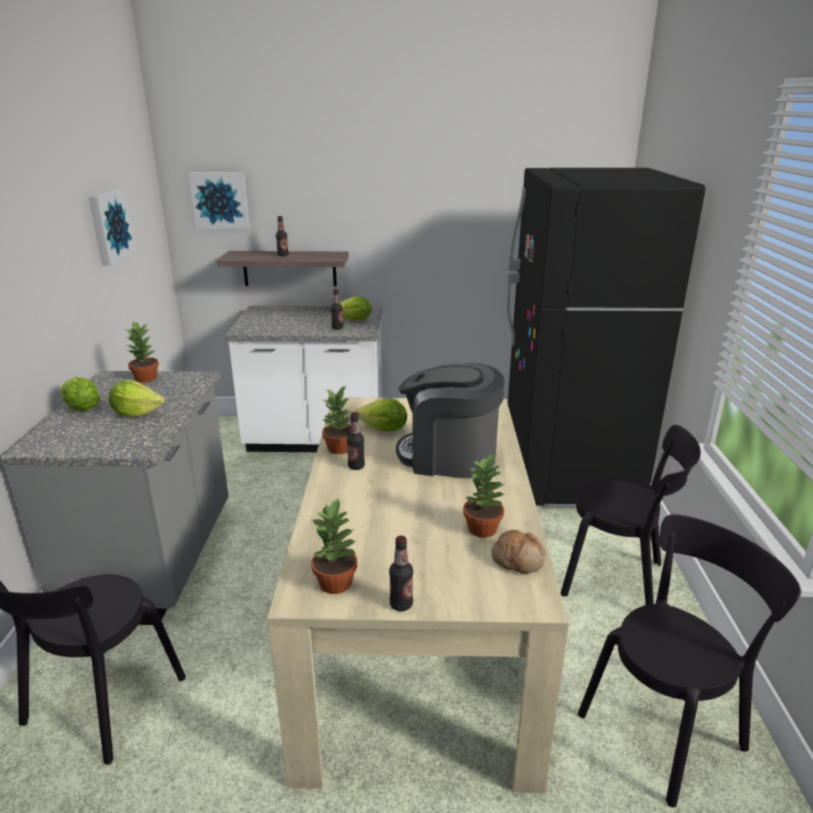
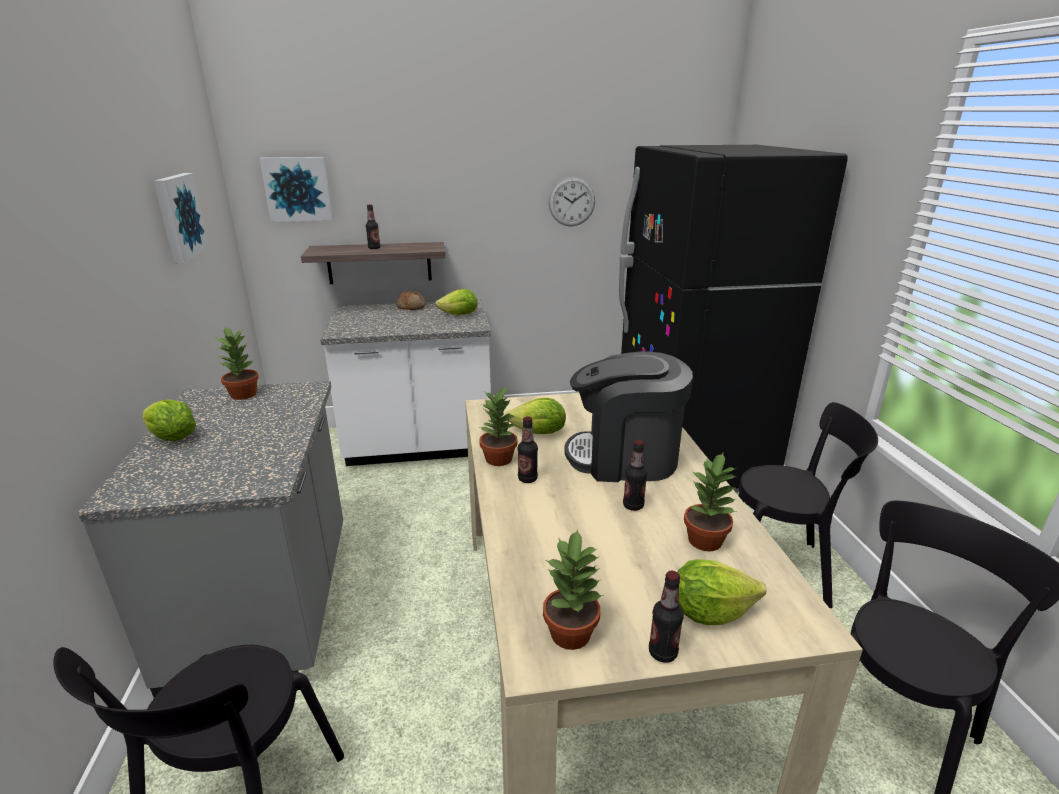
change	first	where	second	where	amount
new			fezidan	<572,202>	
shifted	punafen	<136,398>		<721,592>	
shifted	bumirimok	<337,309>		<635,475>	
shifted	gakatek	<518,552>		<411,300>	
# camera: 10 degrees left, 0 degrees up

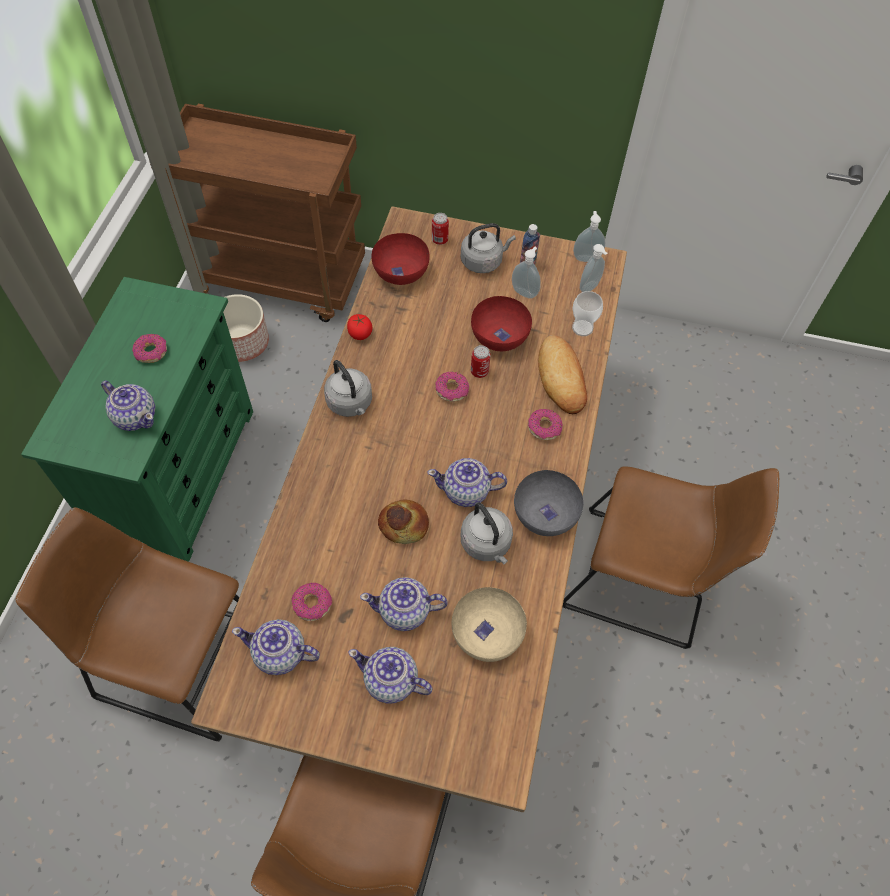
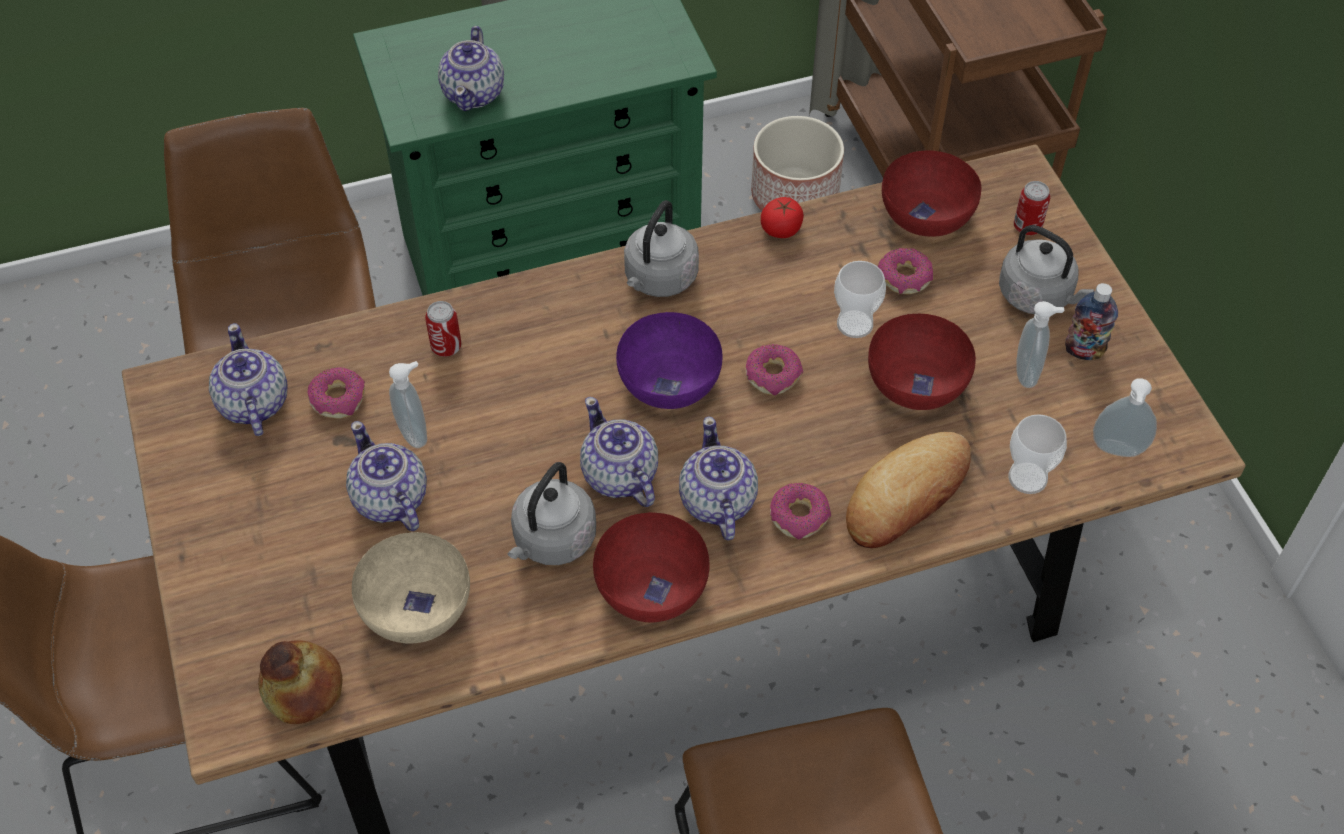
change	first	where	second	where	amount
new			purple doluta	<669,360>	
new			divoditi	<860,299>	
shifted	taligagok	<149,348>		<905,271>	
shifted	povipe	<390,675>		<718,478>	
shifted	gakatek	<403,521>		<300,682>	
shifted	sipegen	<481,361>		<443,329>	
shifted	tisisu	<589,236>		<408,404>	
repainted	grey doluta	<548,503>	red doluta	<651,567>	
# camera: 60 degrees right, 5 degrees down

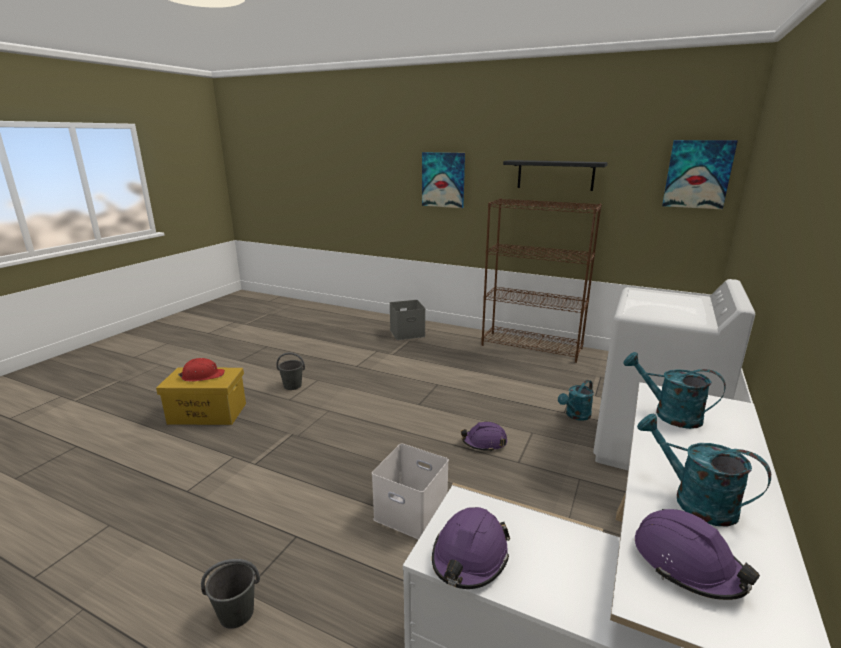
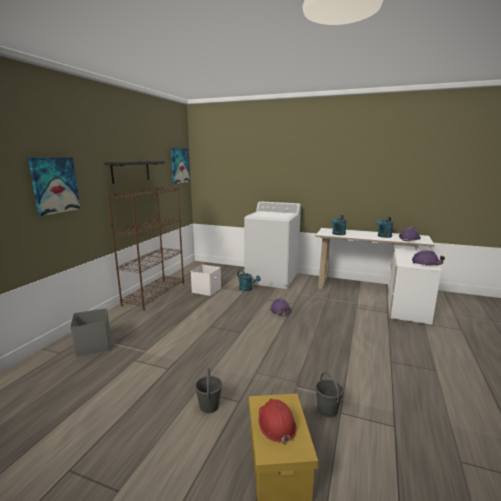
change	first	where	second	where	amount
shifted	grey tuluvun	<230,594>		<329,394>	
shifted	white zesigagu	<410,491>		<206,280>	
# camera: 95 degrees left, 5 degrees down

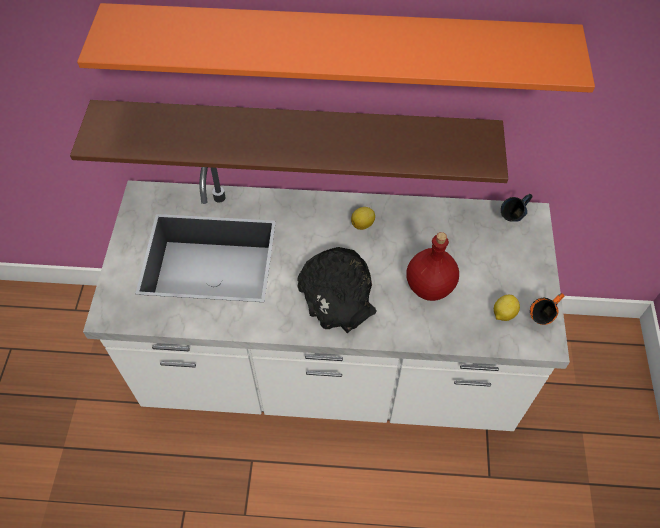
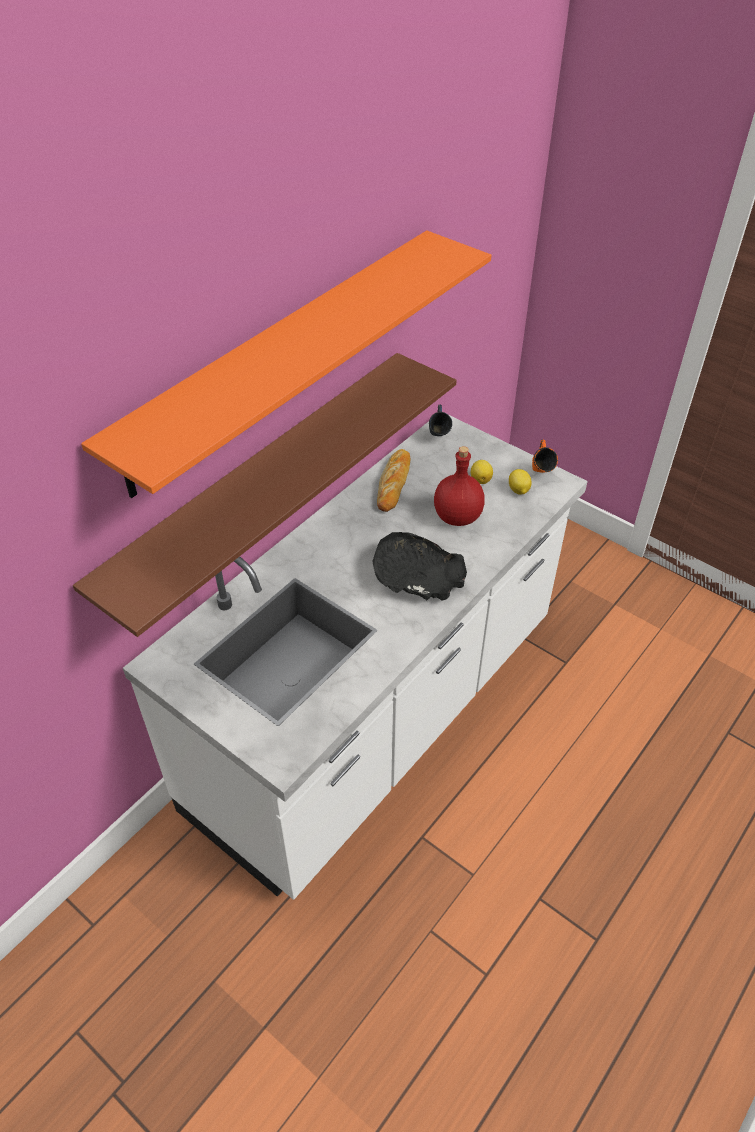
change	first	where	second	where	amount
new			gakatek	<394,480>	
shifted	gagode	<363,218>		<482,472>	
# camera: 55 degrees left, 10 degrees down

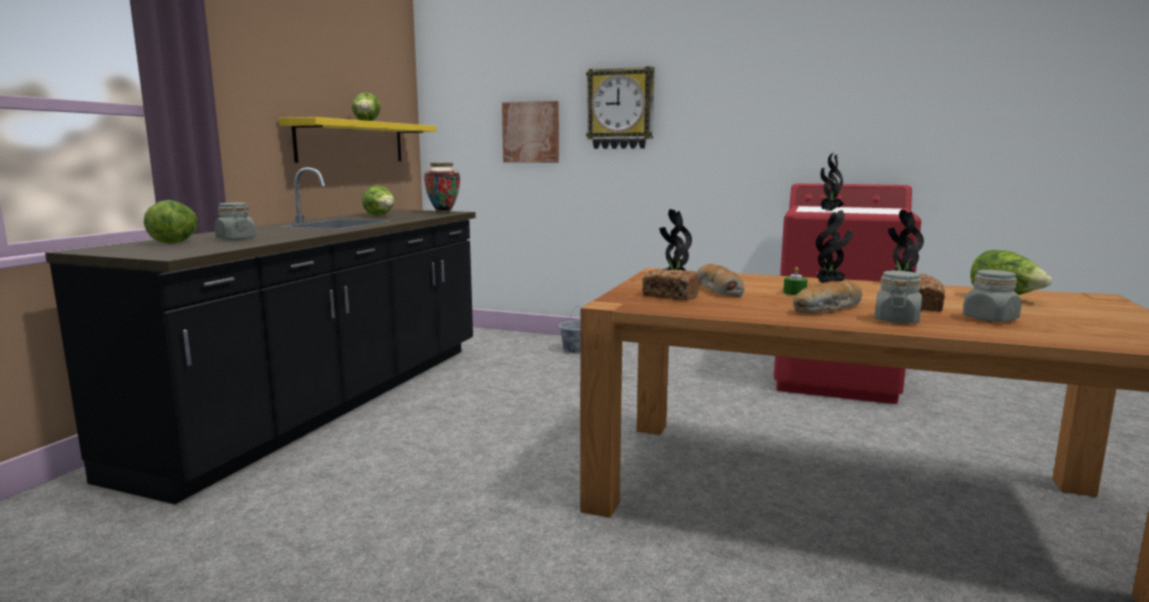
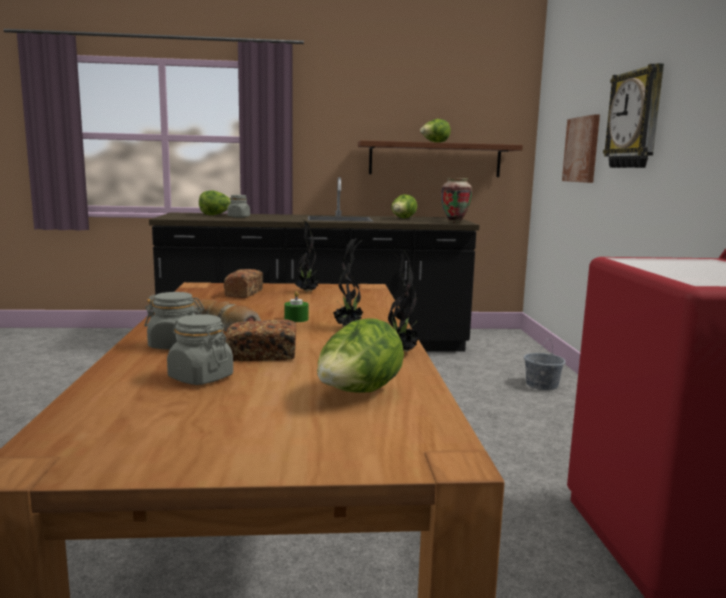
change	first	where	second	where	amount
gone	gakatek	<721,280>			
gone	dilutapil	<832,182>			
repainted	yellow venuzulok	<357,140>	brown venuzulok	<440,158>	
# camera: 65 degrees right, 0 degrees up

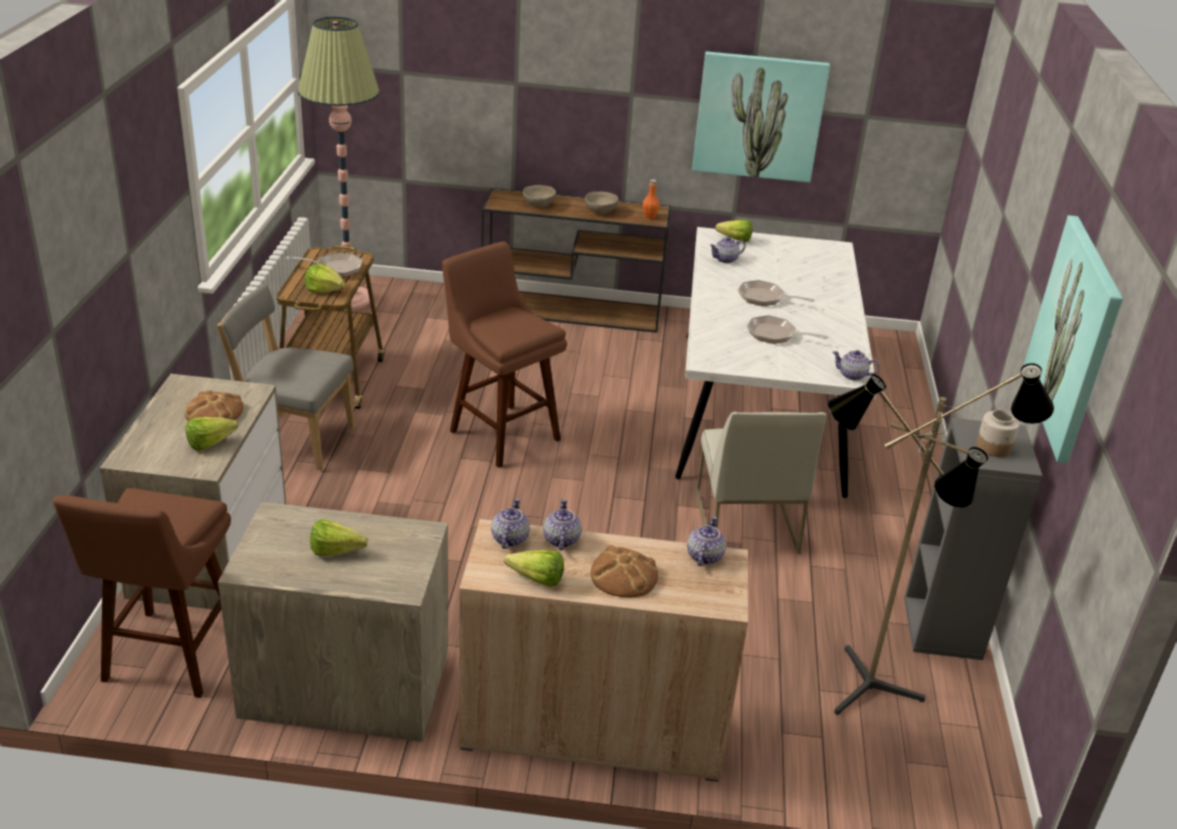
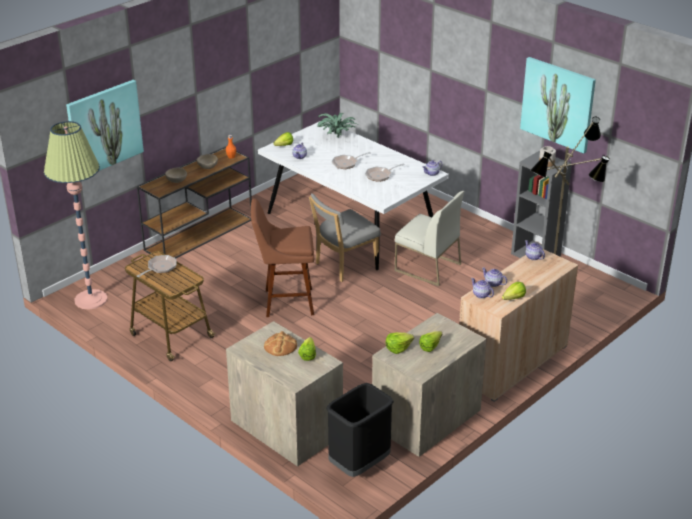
change	first	where	second	where	amount
gone	gakatek	<624,571>			
new			dilutapil	<336,125>	
shifted	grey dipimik	<286,377>		<345,237>	
shifted	punafen	<325,278>		<400,343>	
shifted	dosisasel	<761,116>		<105,125>	
swapped	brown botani	<142,593>	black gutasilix	<360,430>	
# camera: 50 degrees left, 0 degrees up

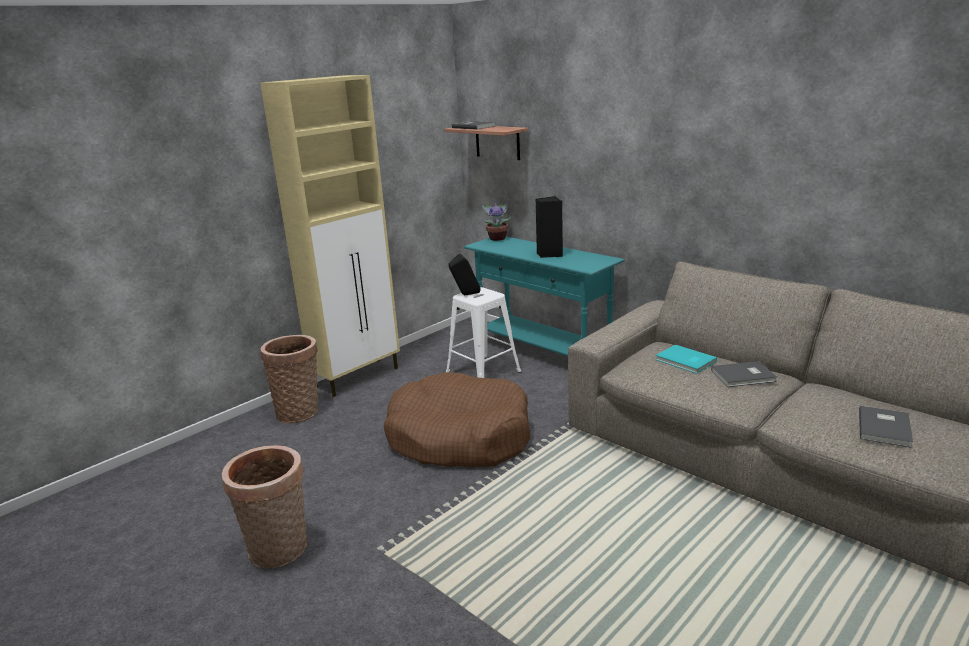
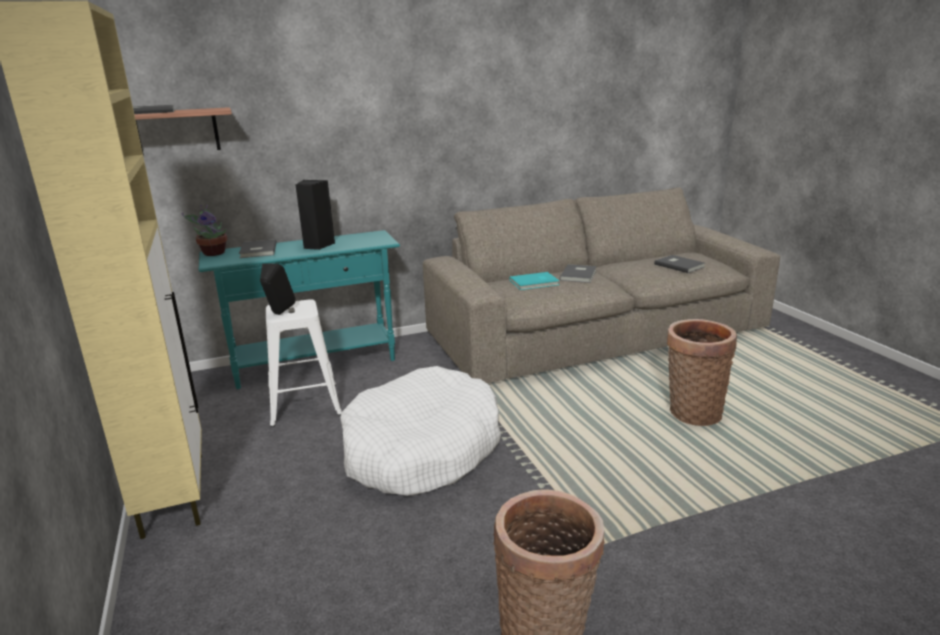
change	first	where	second	where	amount
new			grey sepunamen	<258,248>	
shifted	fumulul	<289,379>		<702,372>	
repainted	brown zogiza	<457,419>	white zogiza	<420,431>	
# camera: 65 degrees left, 0 degrees up

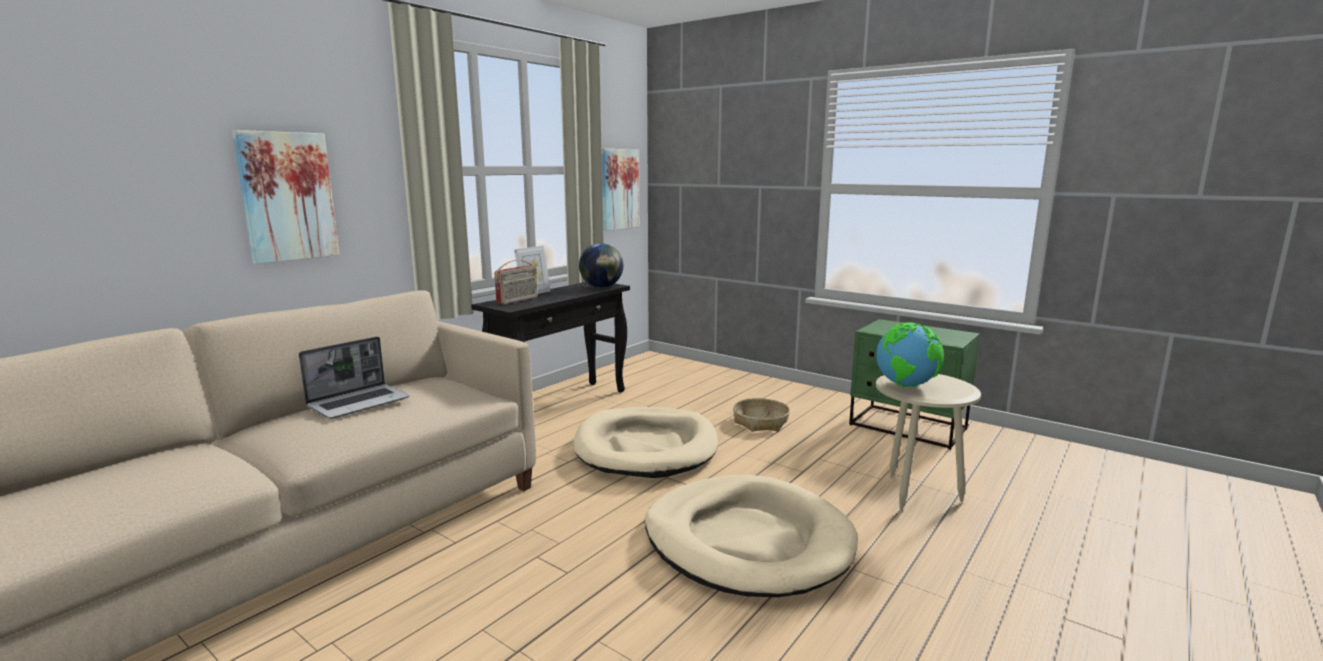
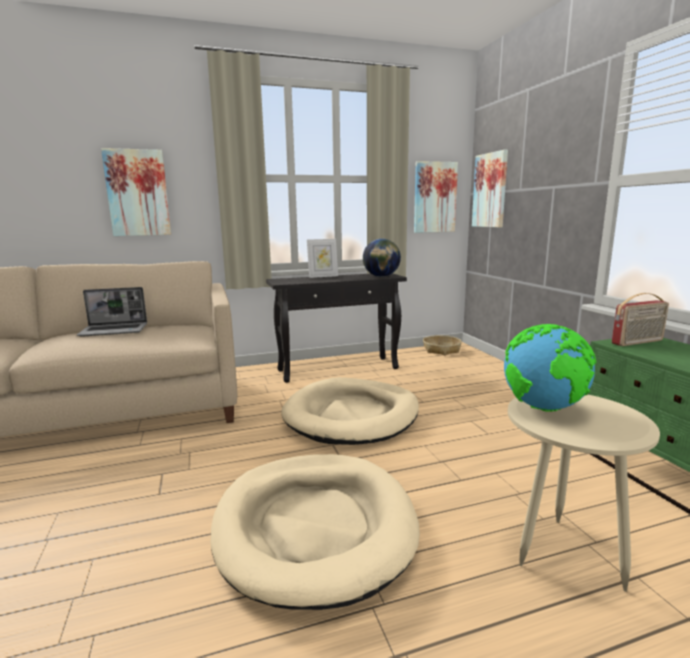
change	first	where	second	where	amount
new			dosisasel	<490,188>	
shifted	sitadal	<516,282>		<640,319>	
shifted	fumulul	<761,415>		<442,345>	
# camera: 35 degrees right, 0 degrees up

